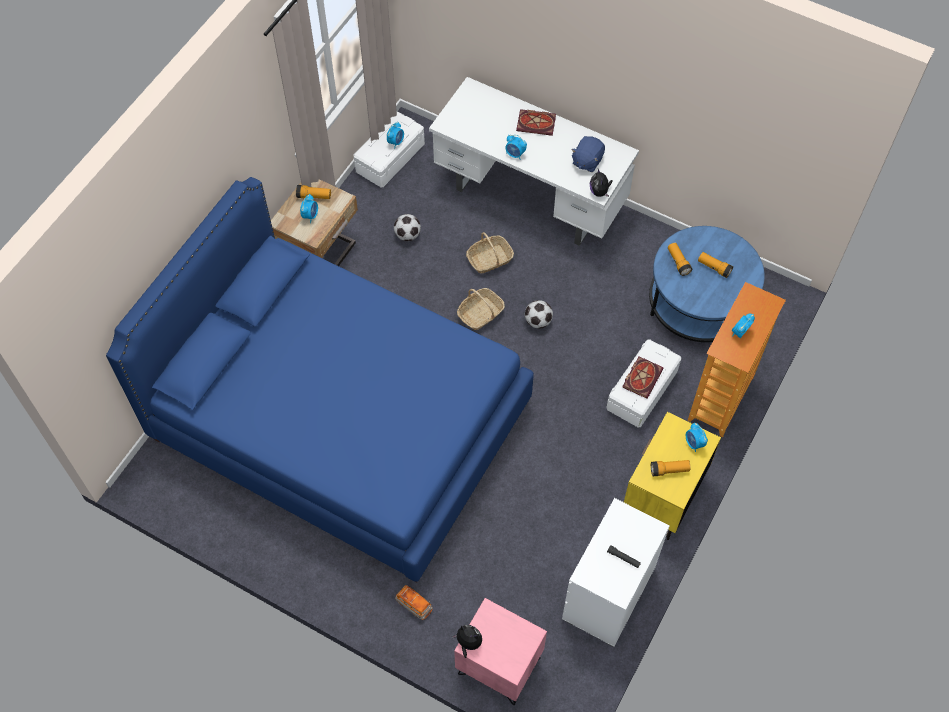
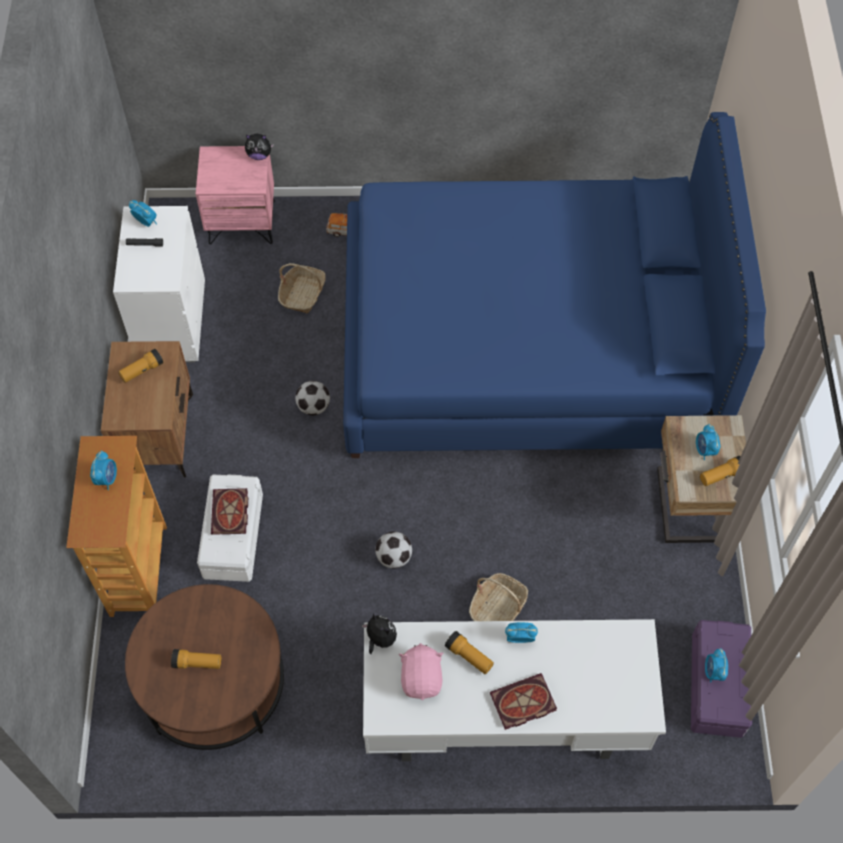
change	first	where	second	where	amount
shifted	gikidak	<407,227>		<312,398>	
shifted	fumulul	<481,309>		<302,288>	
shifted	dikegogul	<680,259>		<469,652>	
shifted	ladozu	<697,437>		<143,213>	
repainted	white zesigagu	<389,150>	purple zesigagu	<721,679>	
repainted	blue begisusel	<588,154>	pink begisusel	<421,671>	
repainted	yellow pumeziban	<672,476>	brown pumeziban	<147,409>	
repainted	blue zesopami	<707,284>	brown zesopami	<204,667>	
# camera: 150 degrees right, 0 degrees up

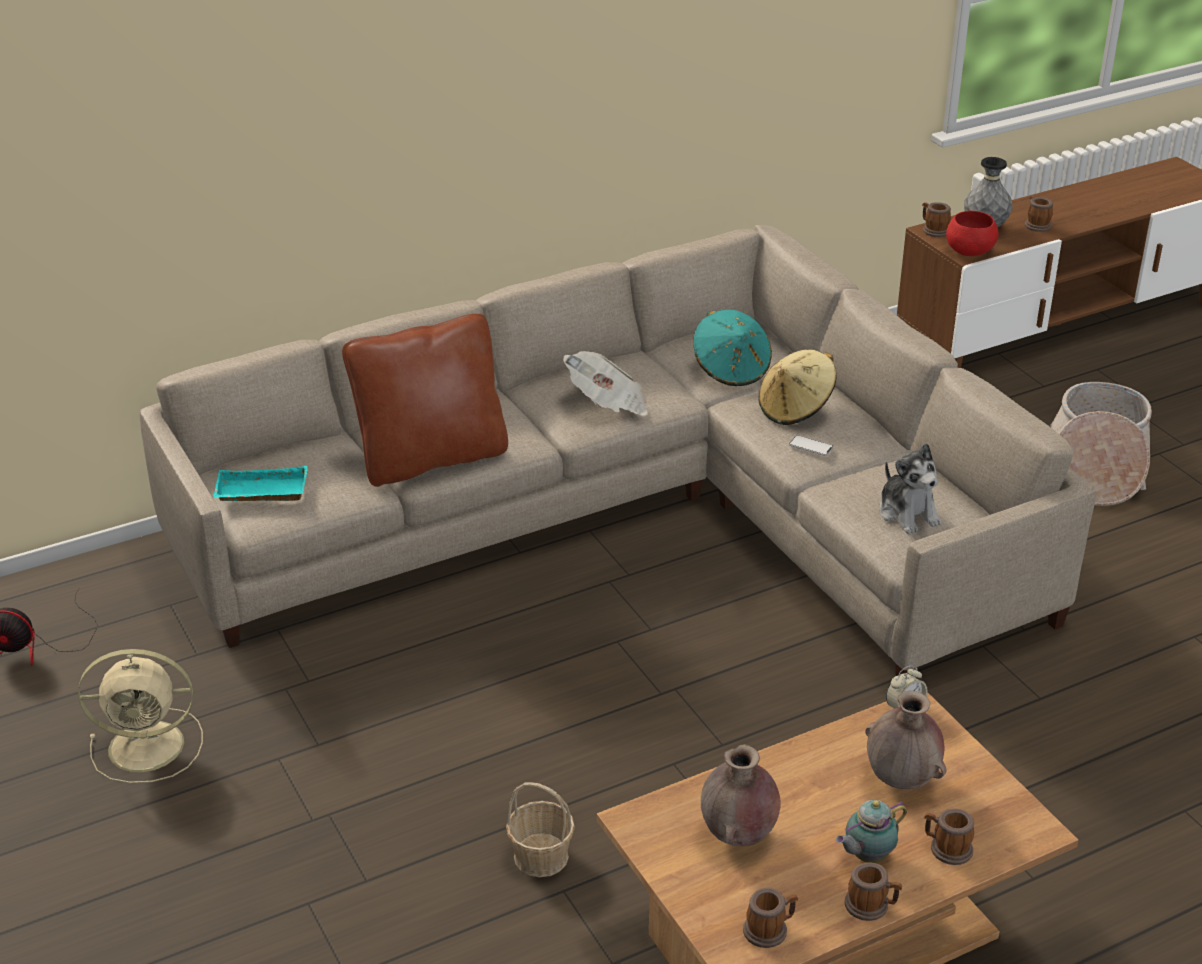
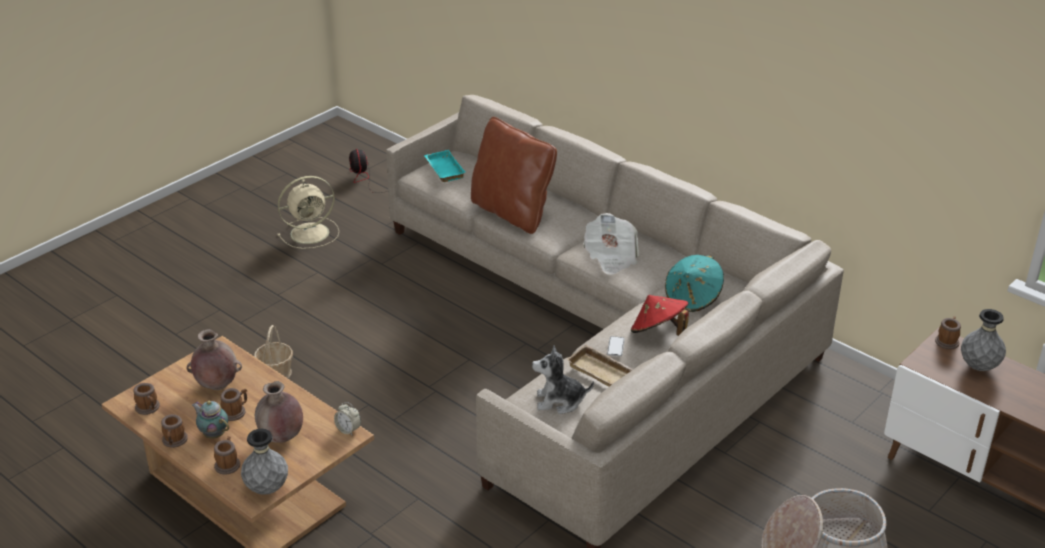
change	first	where	second	where	amount
gone	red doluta	<972,233>			
new			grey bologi	<264,462>	
new			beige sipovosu	<599,365>	
shifted	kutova	<1039,214>		<234,404>	
repainted	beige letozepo	<798,387>	red letozepo	<660,315>	
rotated	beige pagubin	<140,716>		<308,212>	90 degrees counterclockwise
rotated	begisusel	<910,489>		<563,379>	45 degrees clockwise
# camera: 70 degrees right, 0 degrees up

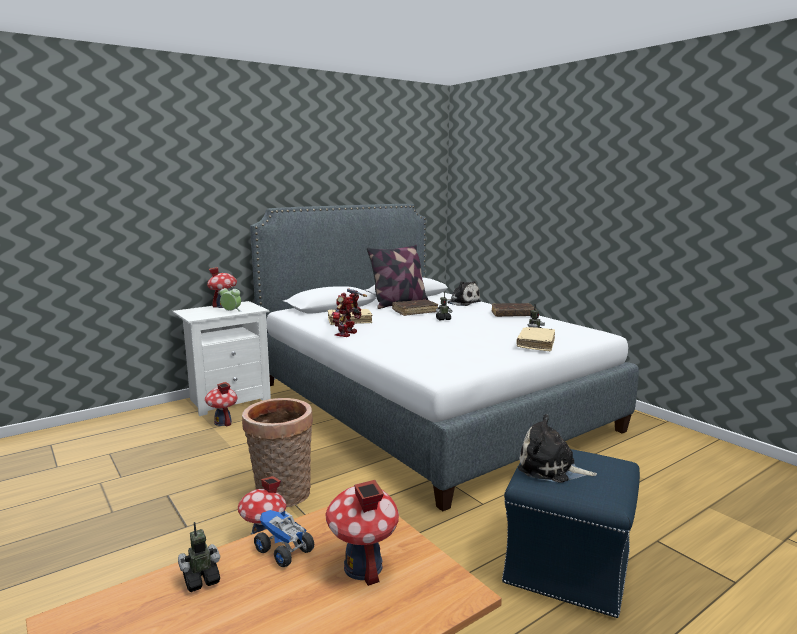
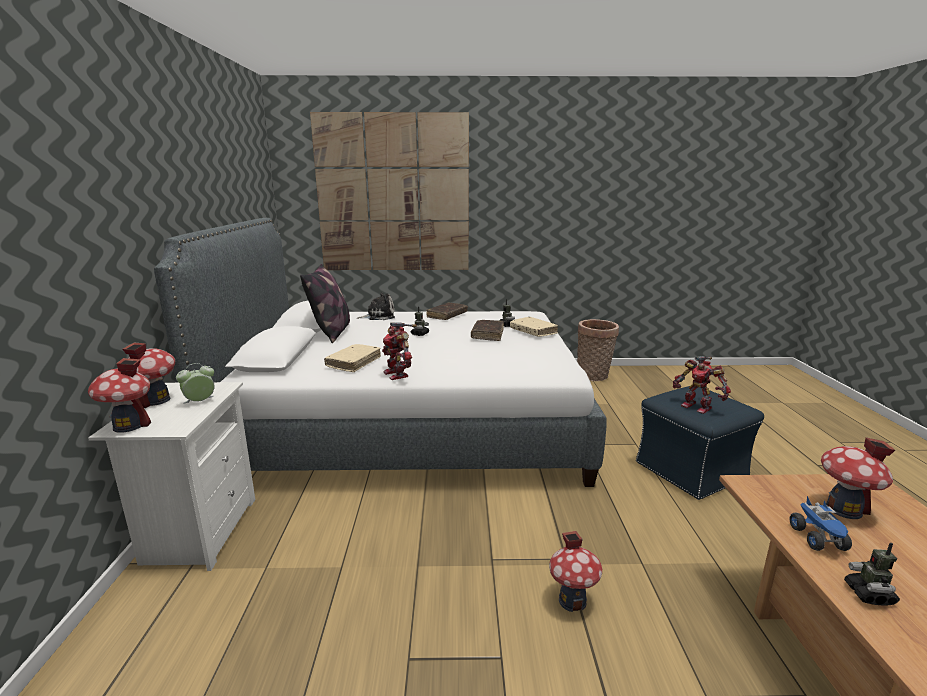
change	first	where	second	where	amount
new			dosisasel	<389,191>	
shifted	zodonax	<221,404>		<119,395>	
shifted	fumulul	<277,452>		<598,350>	
shifted	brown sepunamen	<415,308>		<487,330>	
swapped	begisusel	<557,448>	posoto	<702,385>	
rotated	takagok	<284,538>		<821,523>	75 degrees counterclockwise
# camera: 55 degrees left, 5 degrees up

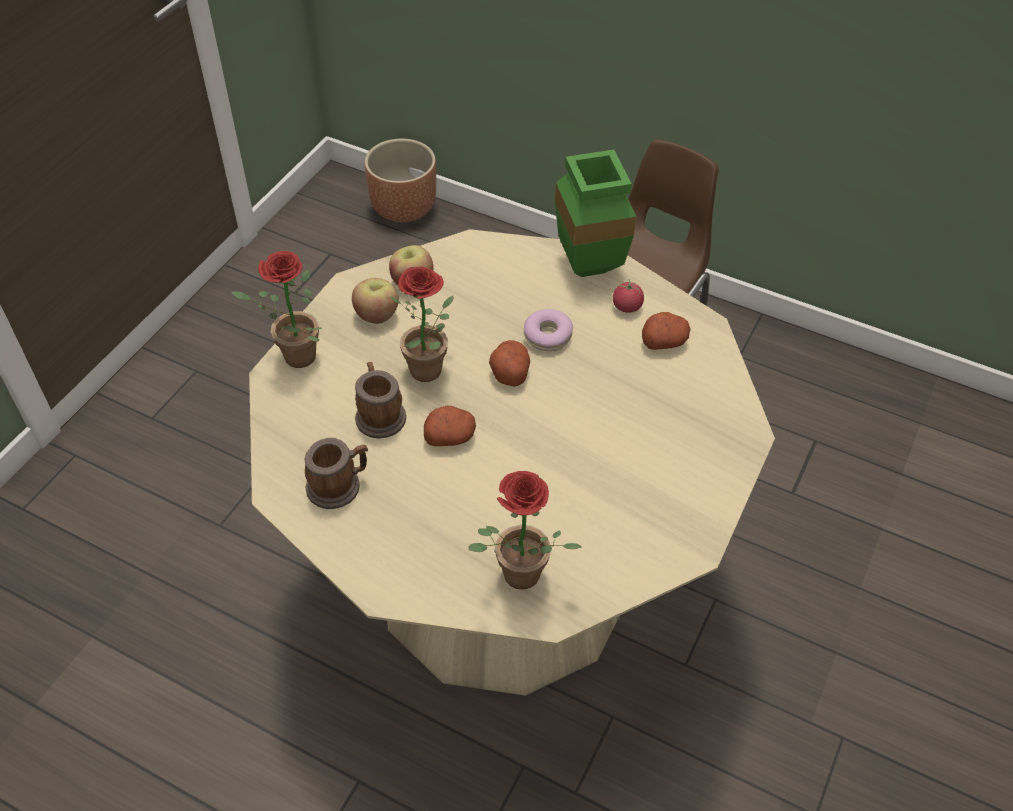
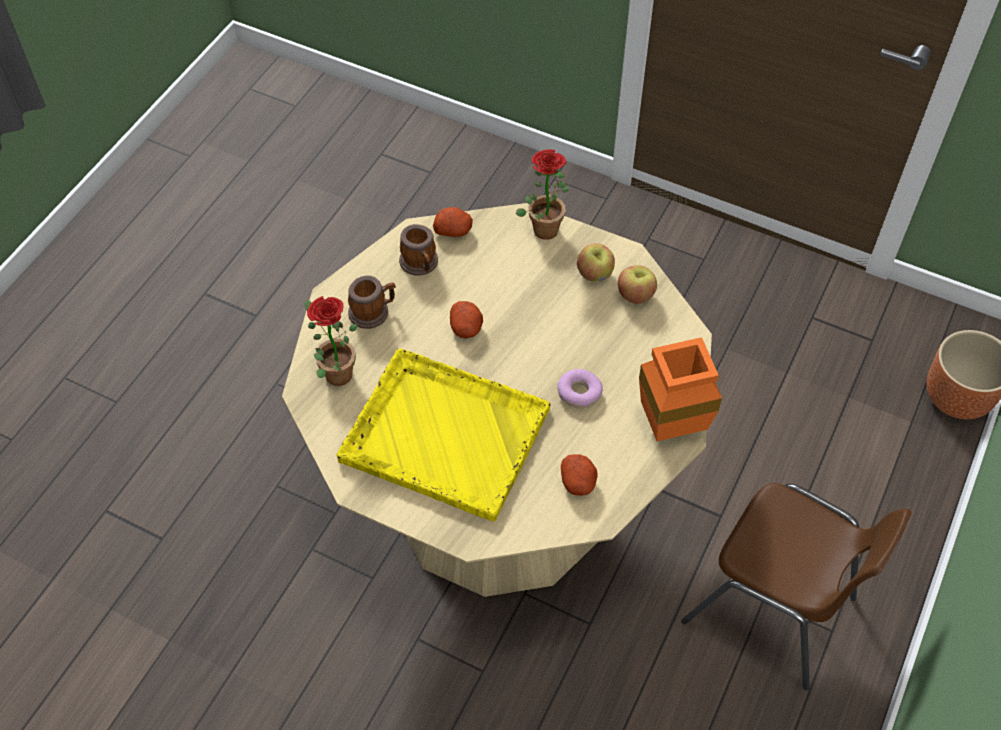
change	first	where	second	where	amount
gone	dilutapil	<422,324>			
gone	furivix	<628,296>			
new			yellow sipovosu	<444,435>	
shifted	kutova	<380,400>		<372,302>	
shifted	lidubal	<509,363>		<453,222>	
repainted	green bologi	<596,213>	orange bologi	<680,389>	
# camera: 90 degrees right, 5 degrees up

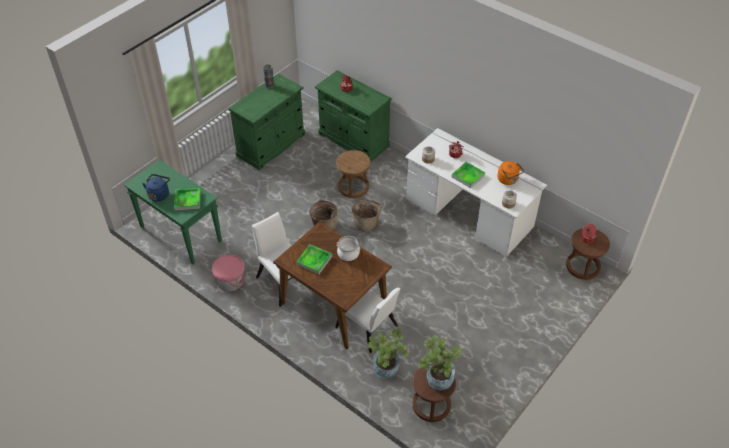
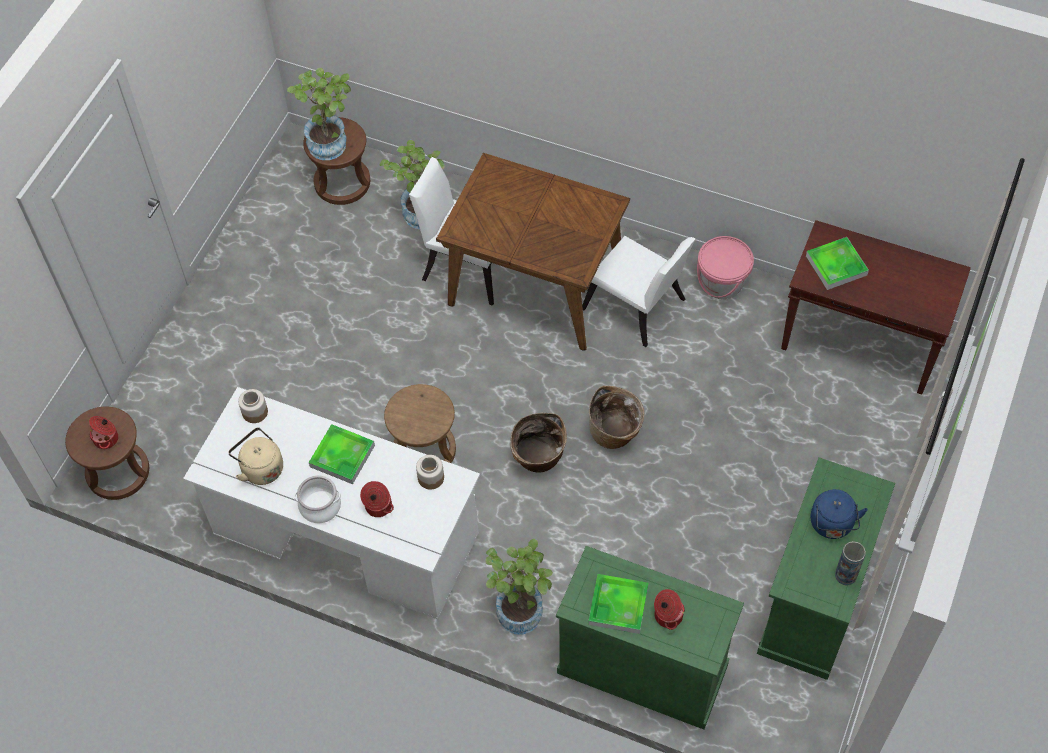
change	first	where	second	where	amount
new			dilutapil	<519,587>	
shifted	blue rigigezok	<156,188>		<839,514>	
shifted	sipovosu	<314,259>		<618,604>	
shifted	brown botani	<353,174>		<420,423>	
shifted	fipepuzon	<348,248>		<318,499>	
repainted	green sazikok	<173,212>	brown sazikok	<876,307>	
repainted	orange rigigezok	<510,173>	beige rigigezok	<255,456>	
# camera: 165 degrees right, 10 degrees up

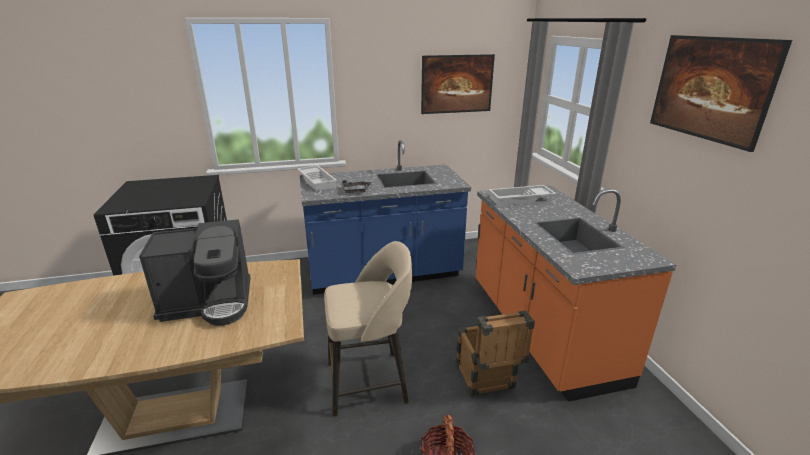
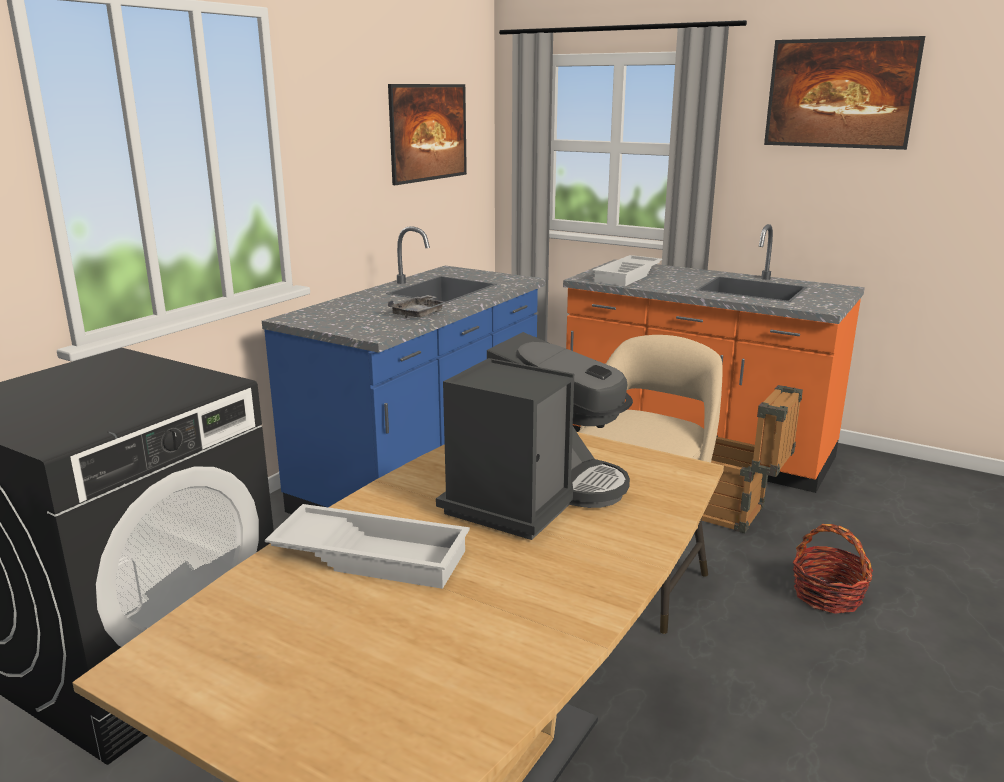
change	first	where	second	where	amount
shifted	white sipovosu	<317,178>		<367,546>	
# camera: 45 degrees left, 5 degrees down

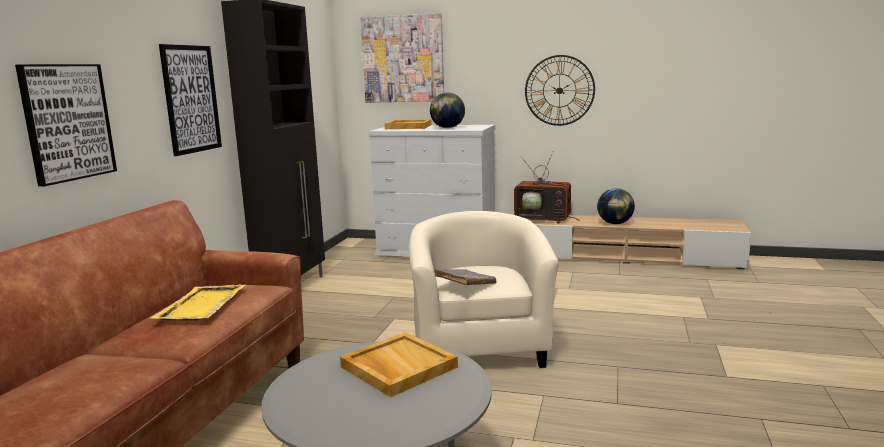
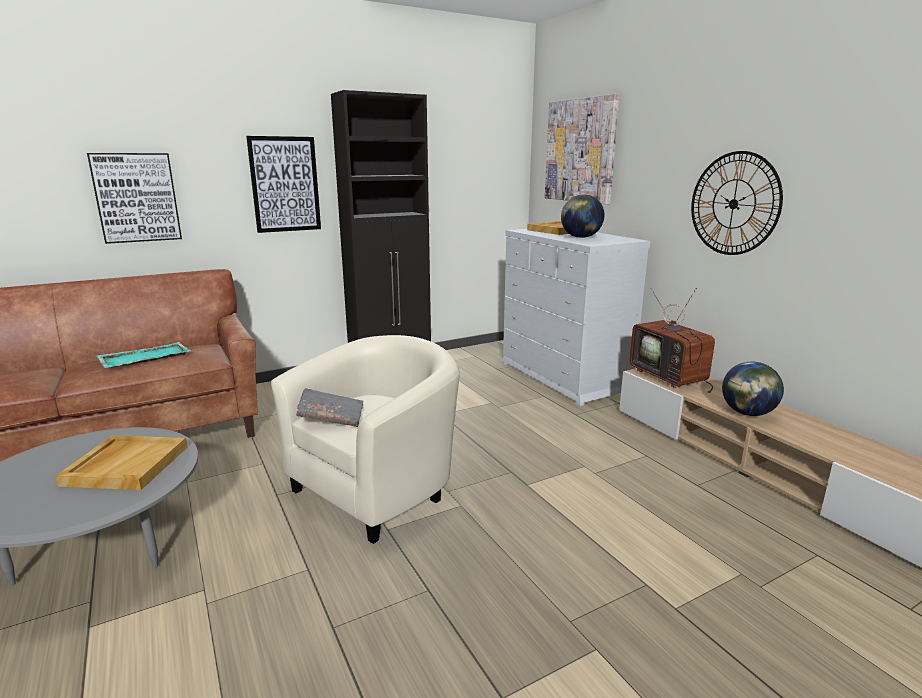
change	first	where	second	where	amount
repainted	yellow sipovosu	<198,302>	turquoise sipovosu	<143,355>	
# camera: 45 degrees right, 5 degrees up

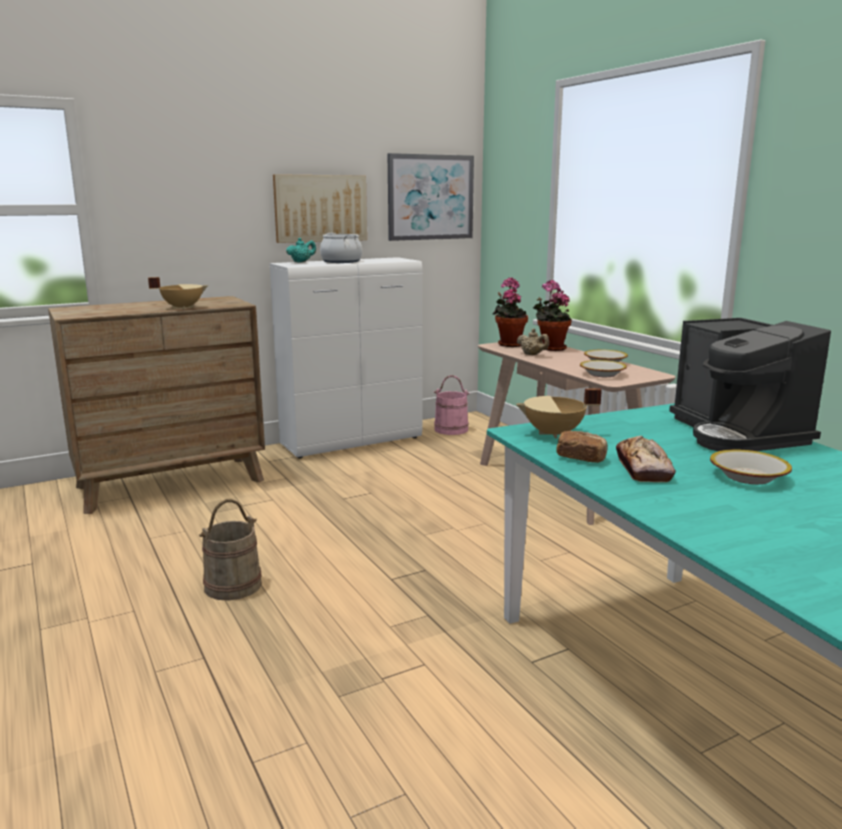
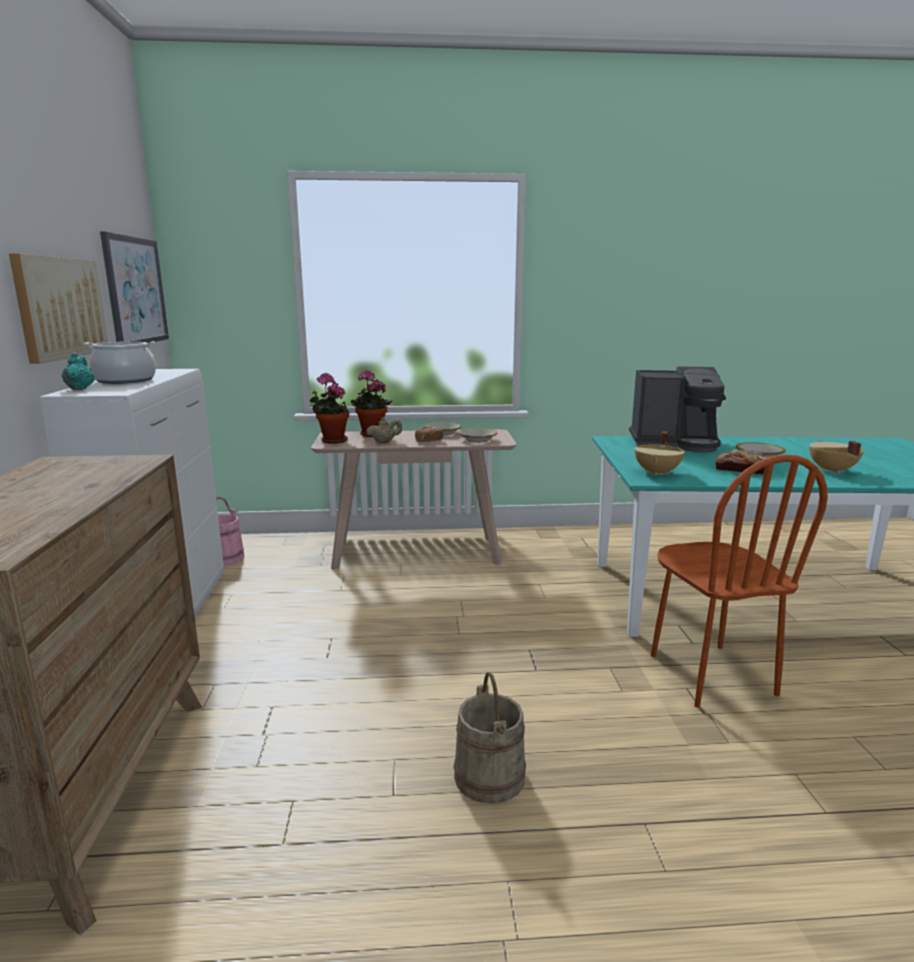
change	first	where	second	where	amount
new			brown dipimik	<739,581>	
shifted	beige fipepuzon	<178,293>		<836,457>	
shifted	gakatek	<582,447>		<429,434>	
# camera: 65 degrees left, 0 degrees up

